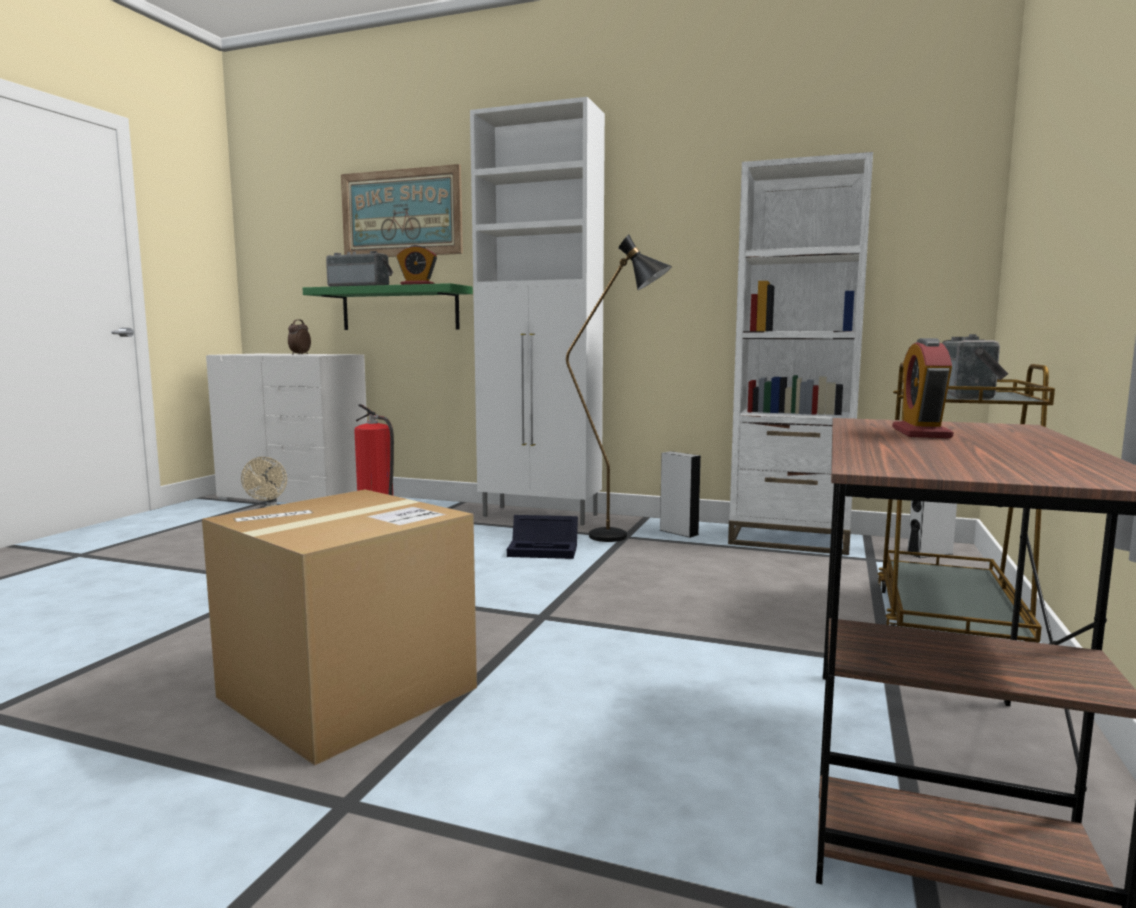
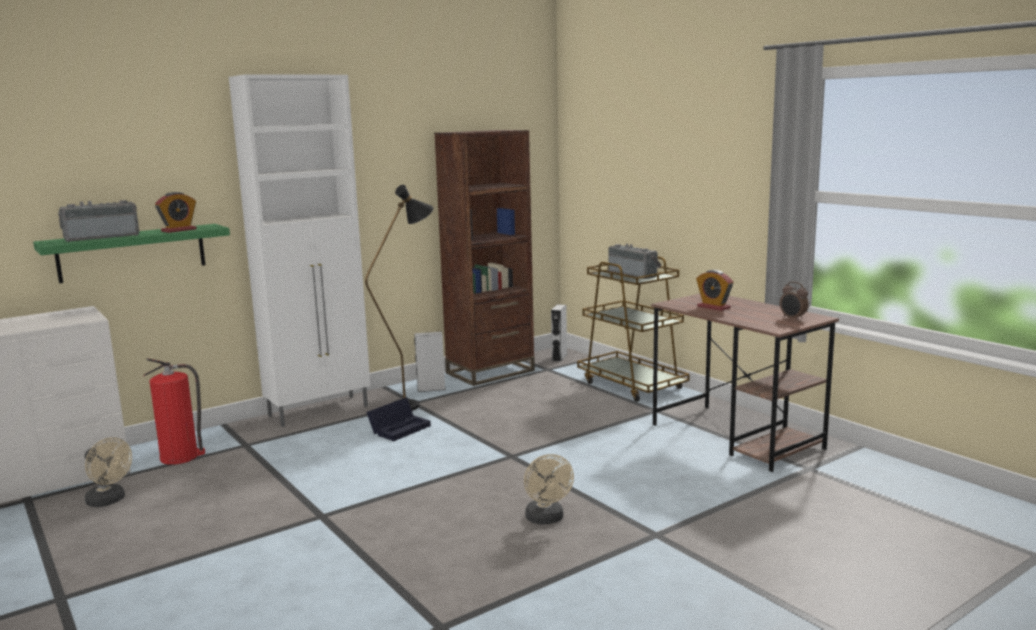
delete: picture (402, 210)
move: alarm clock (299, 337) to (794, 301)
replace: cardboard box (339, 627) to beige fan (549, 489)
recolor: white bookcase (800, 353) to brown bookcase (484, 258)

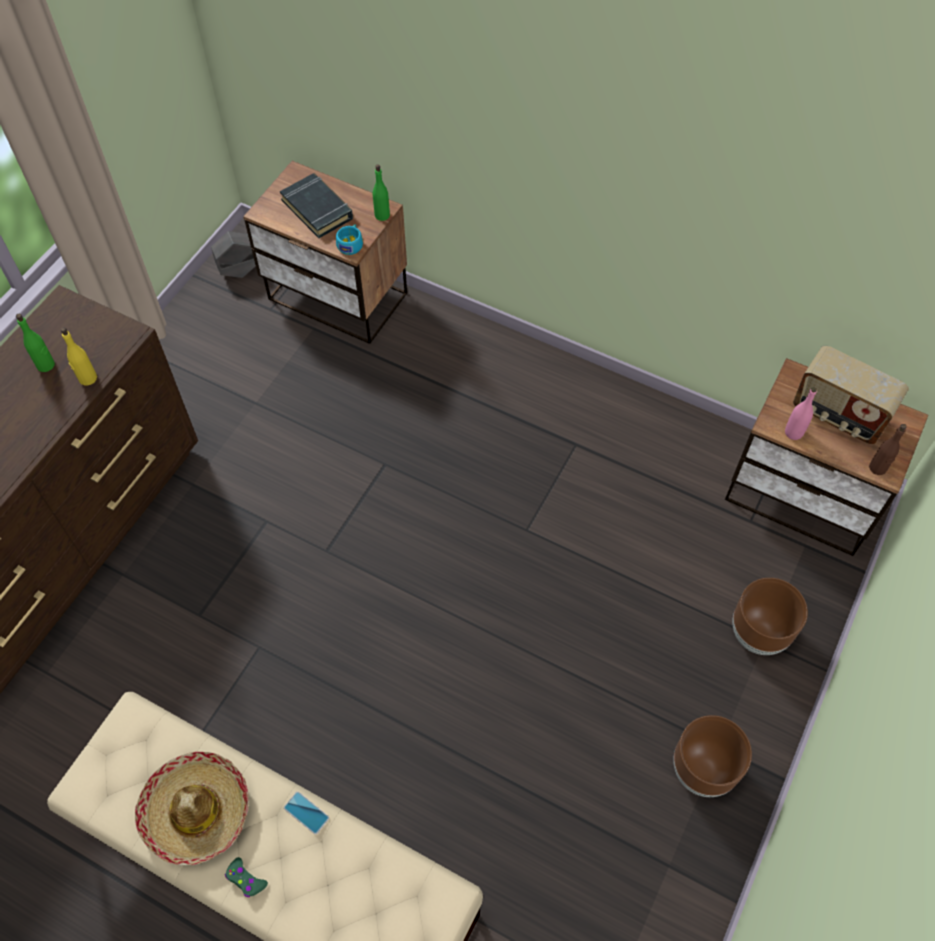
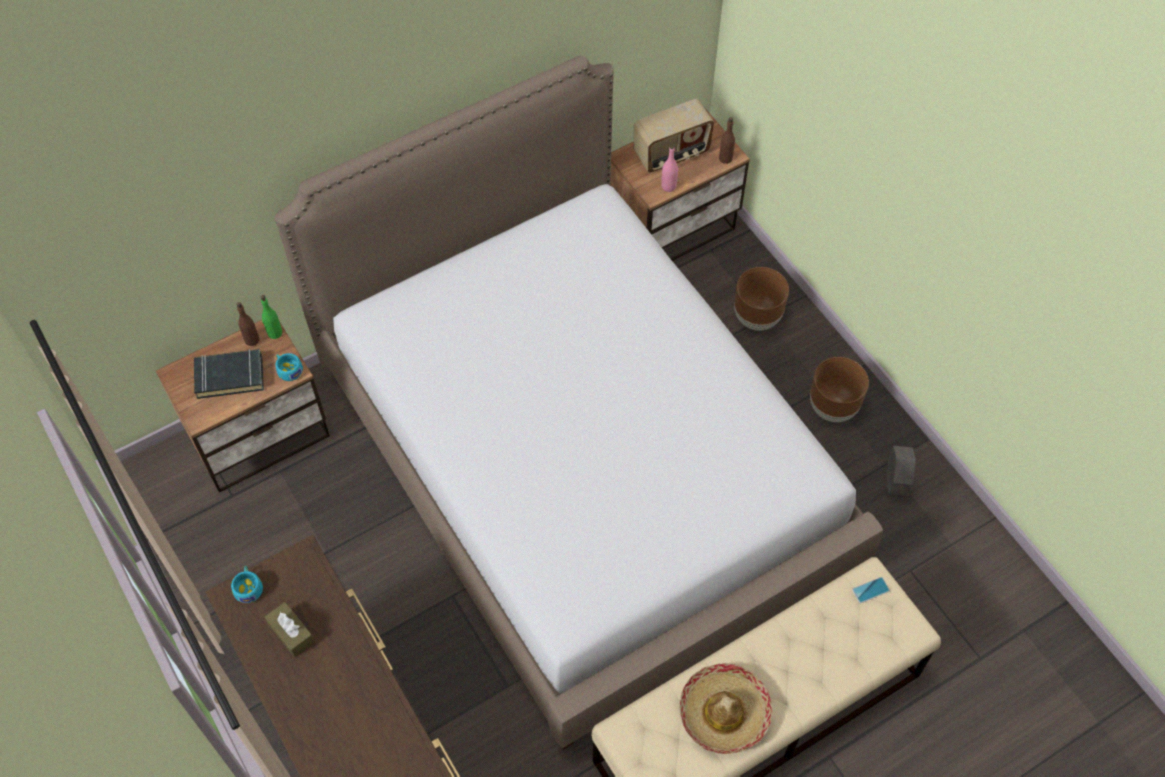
delete: yellow bottle (79, 356); green game controller (246, 877)
insert: turquoise cup (247, 584); brown bottle (248, 324); bed (579, 403)
move: phone (306, 813) to (871, 590); grey planter (233, 254) to (901, 471)
replace: green bottle (35, 343) to brown tissue box (290, 629)

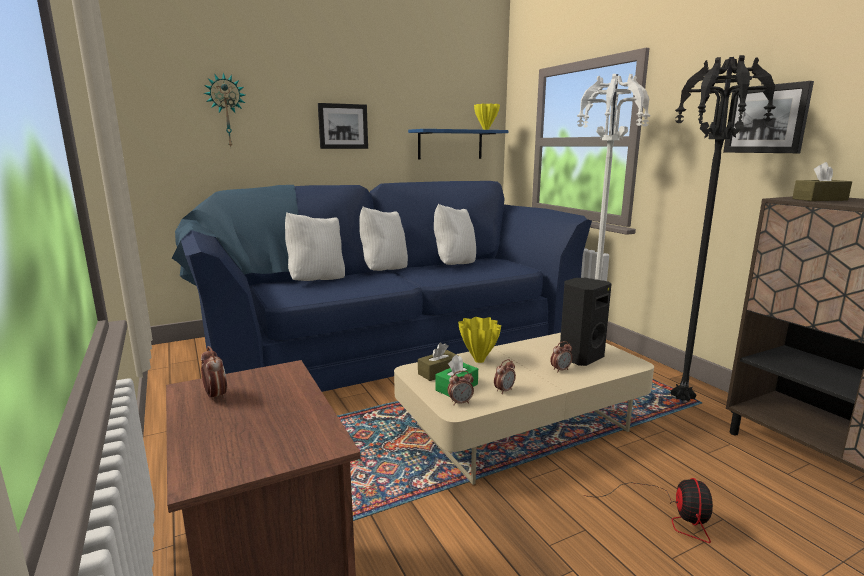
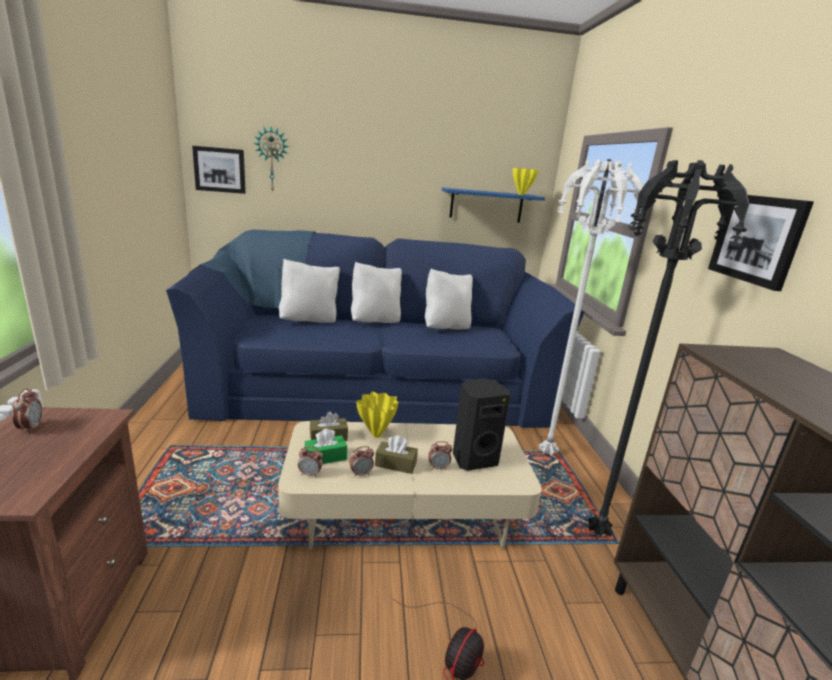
move: picture (343, 126) to (219, 170); brown tissue box (822, 181) to (396, 454)

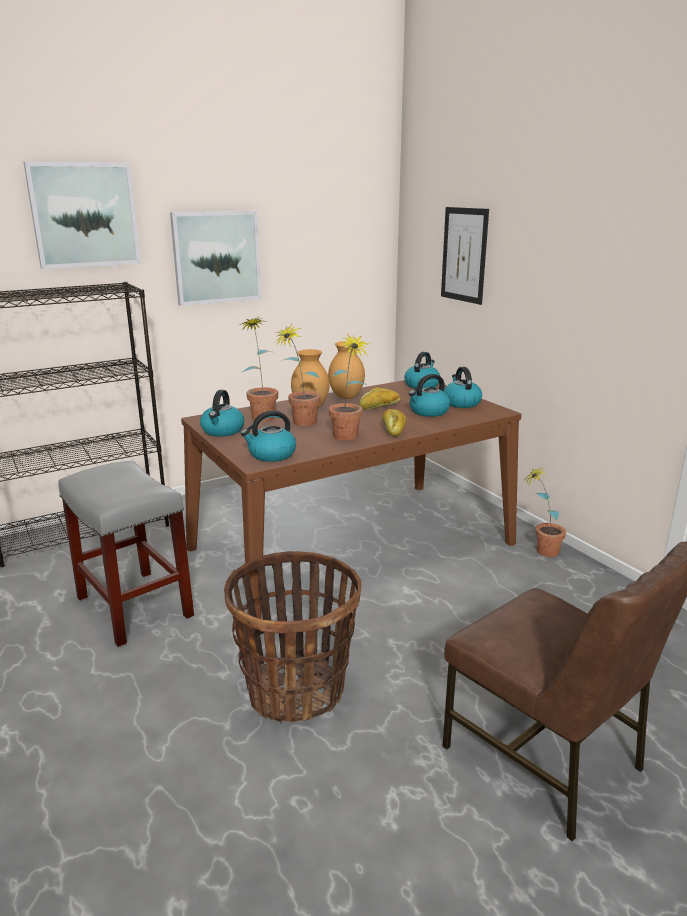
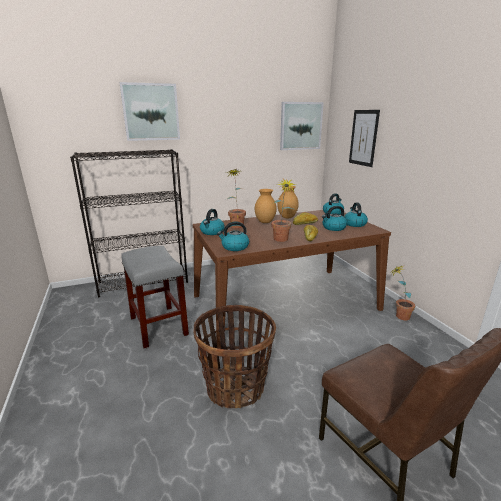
delete: potted plant (298, 375)
move: picture (215, 258) to (302, 126)

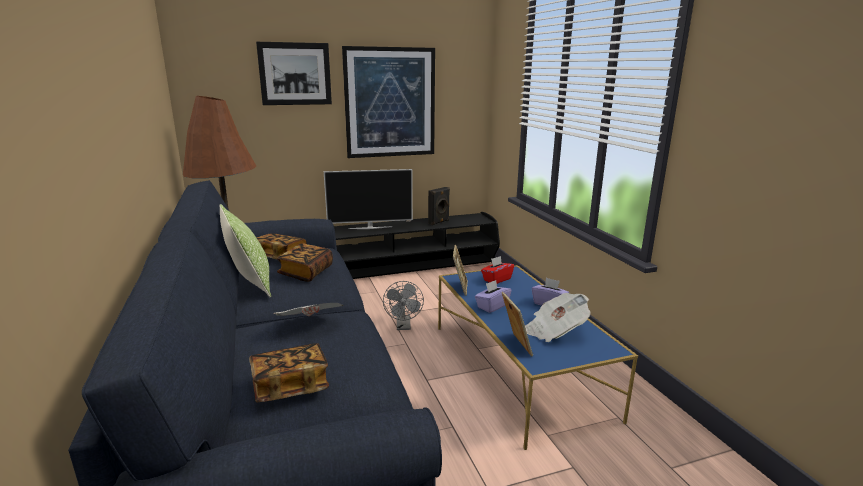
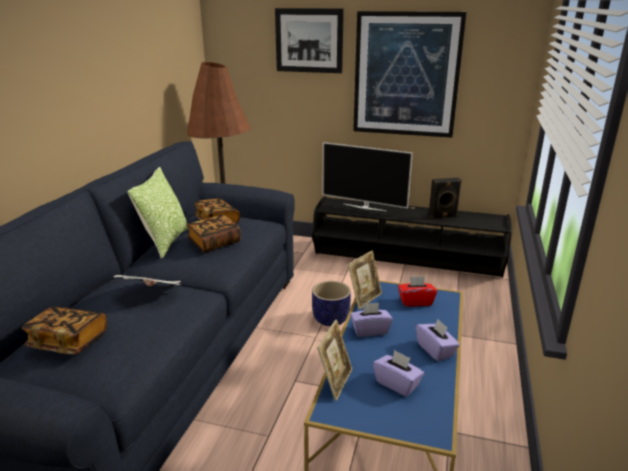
replace: grey fan (403, 305) to planter (331, 303); newspaper (558, 317) to purple tissue box (398, 373)

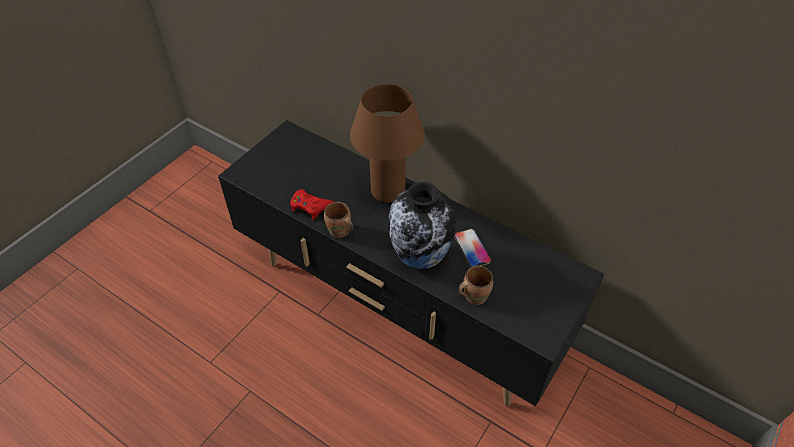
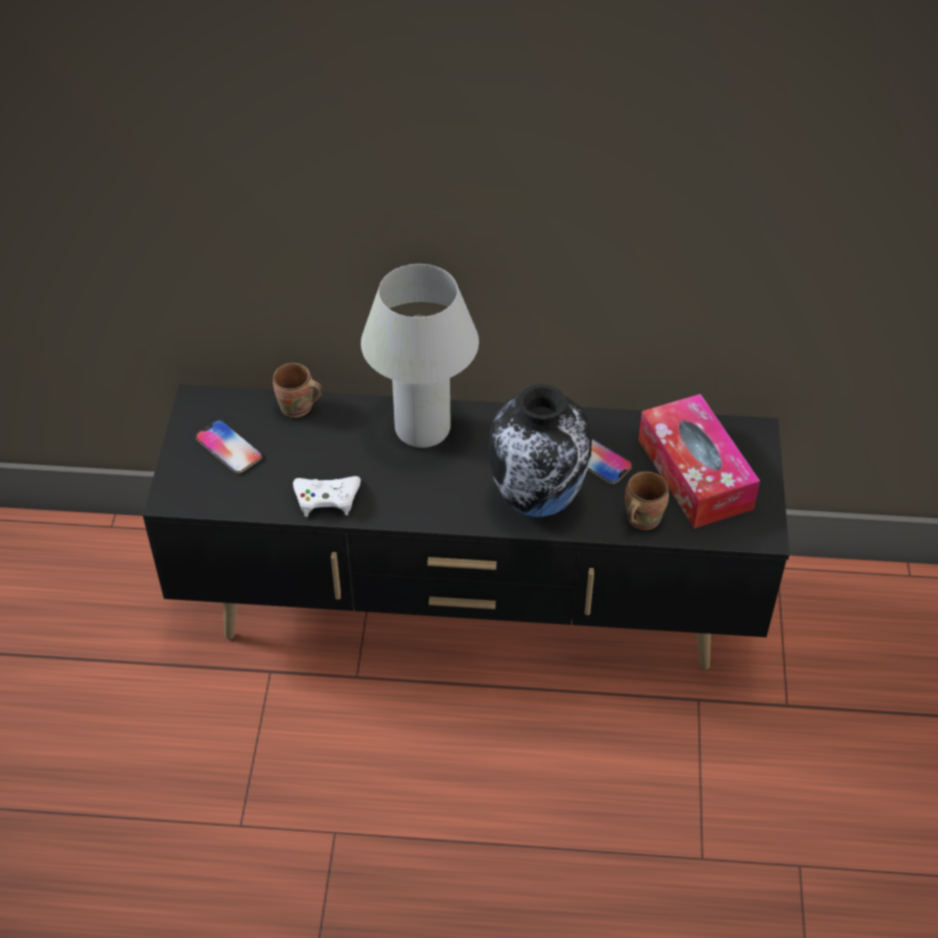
insert: phone (228, 446); tissue box (699, 461)
move: brown mug (338, 220) to (298, 390)
recolor: red game controller (312, 204) to white game controller (327, 496); brown table lamp (387, 143) to white table lamp (420, 356)

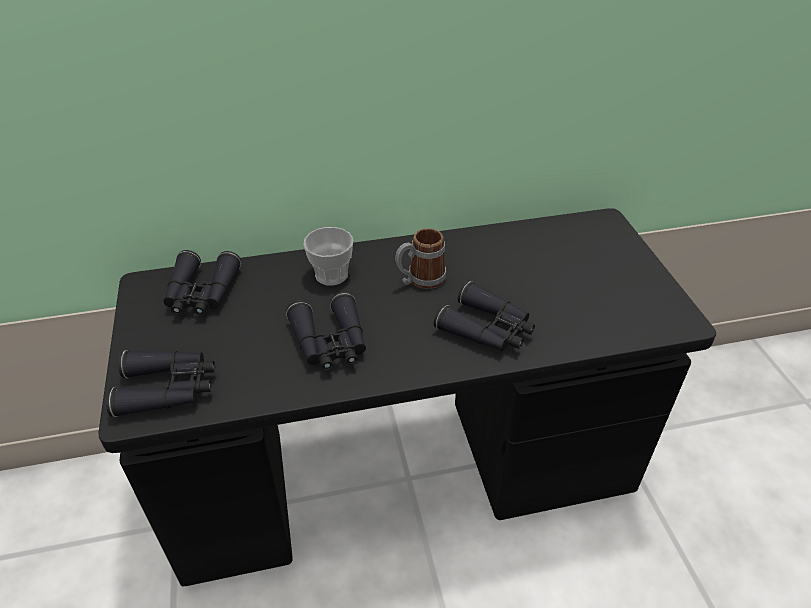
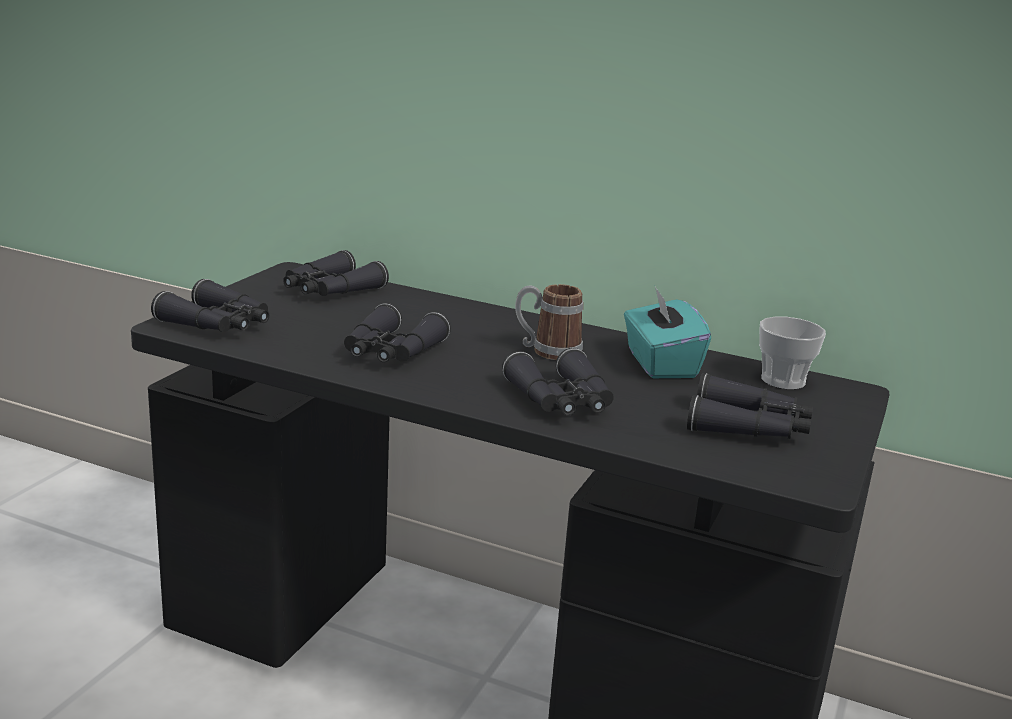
insert: turquoise tissue box (667, 332); black binoculars (750, 406)
move: cup (328, 256) to (792, 353)

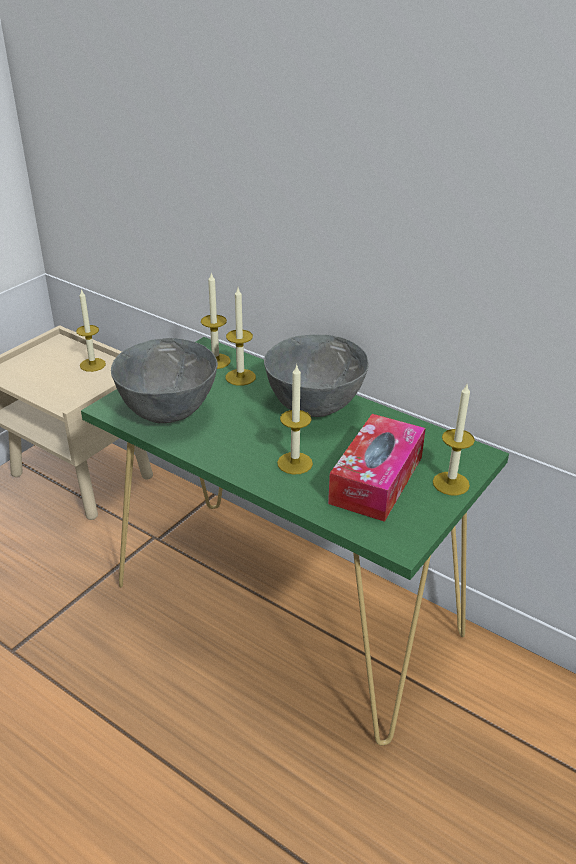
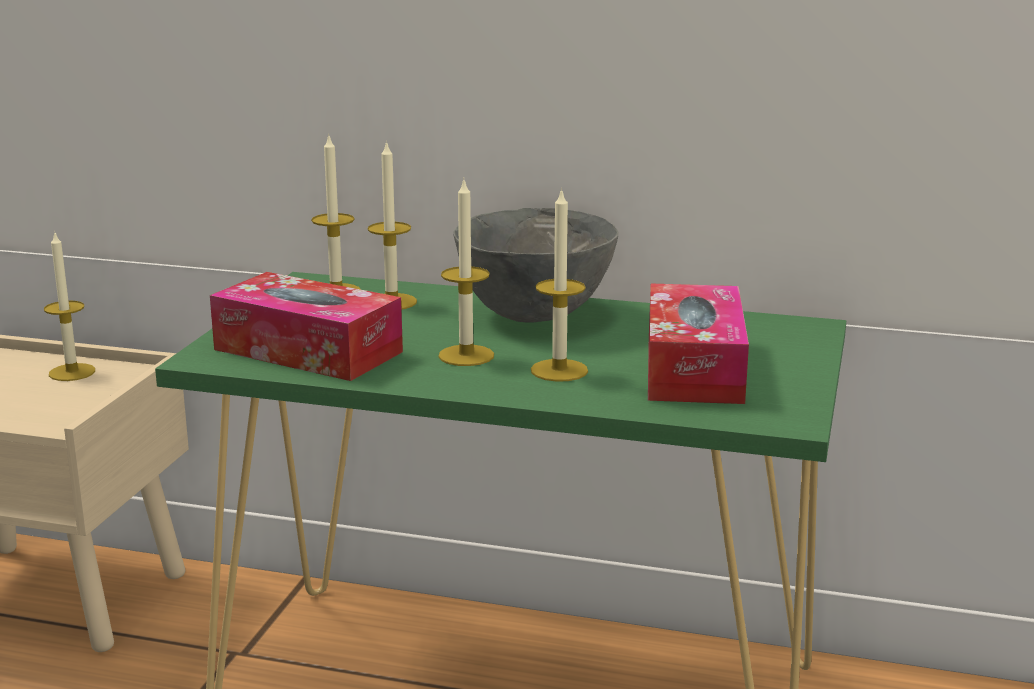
move: candle (454, 439) to (466, 271)
replace: grey bowl (164, 380) to tissue box (306, 326)

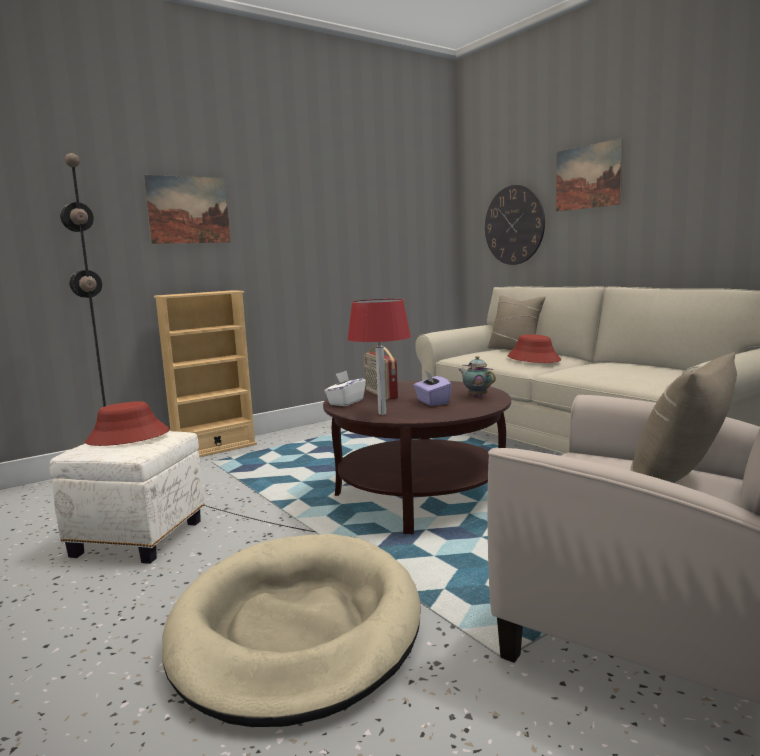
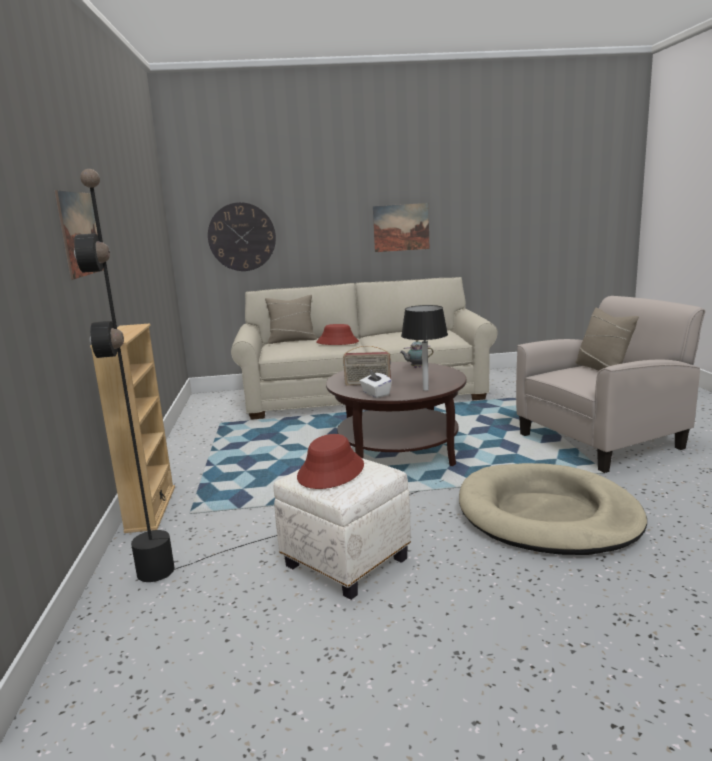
delete: purple tissue box (433, 388)
move: picture (589, 175) to (401, 227)
recolor: red table lamp (379, 357) to black table lamp (424, 348)

